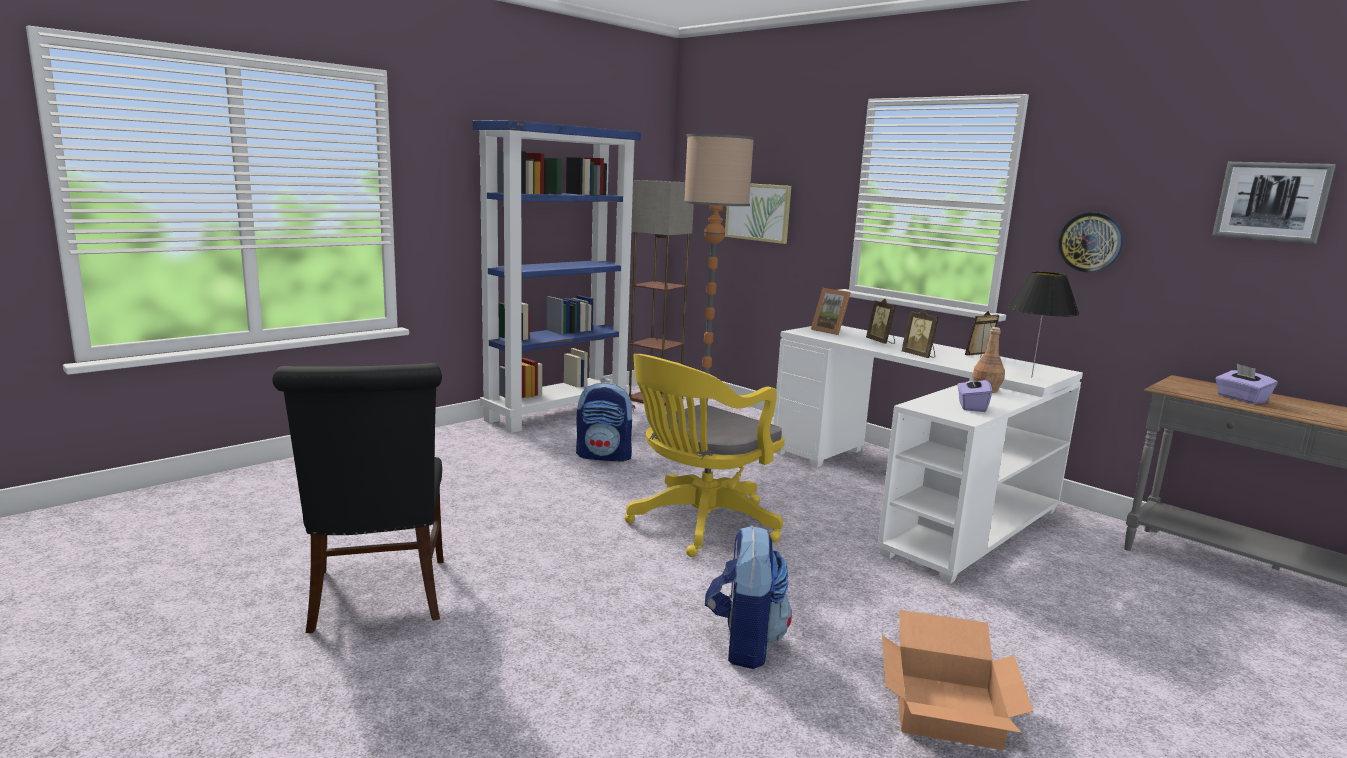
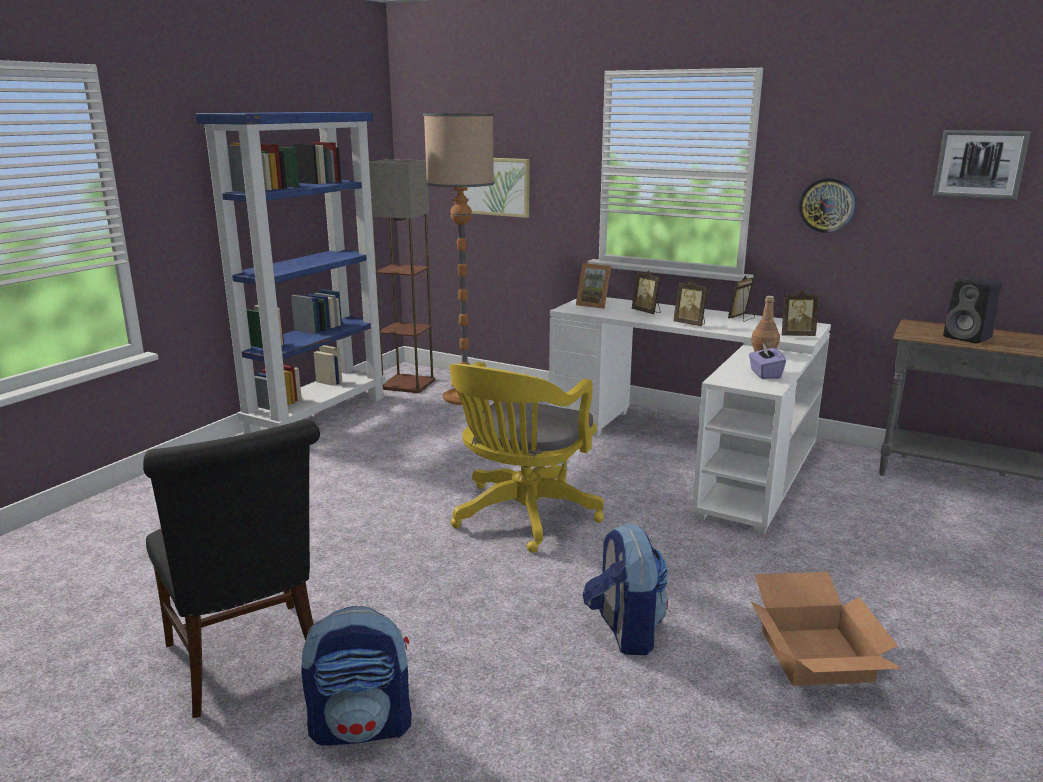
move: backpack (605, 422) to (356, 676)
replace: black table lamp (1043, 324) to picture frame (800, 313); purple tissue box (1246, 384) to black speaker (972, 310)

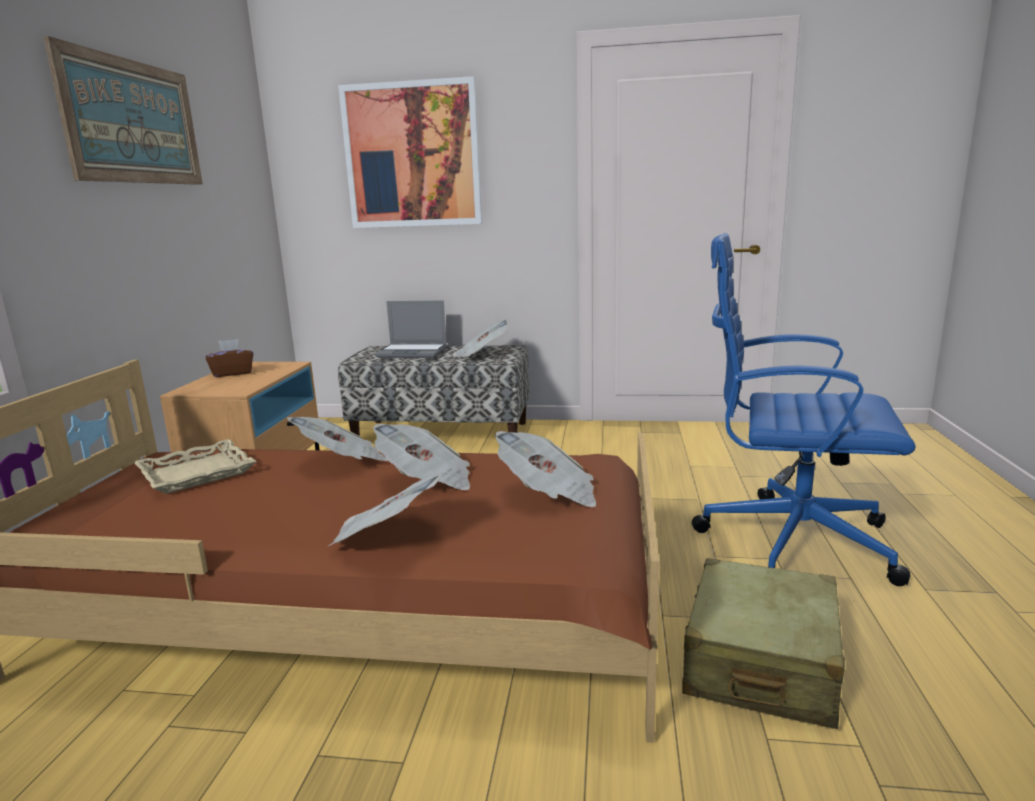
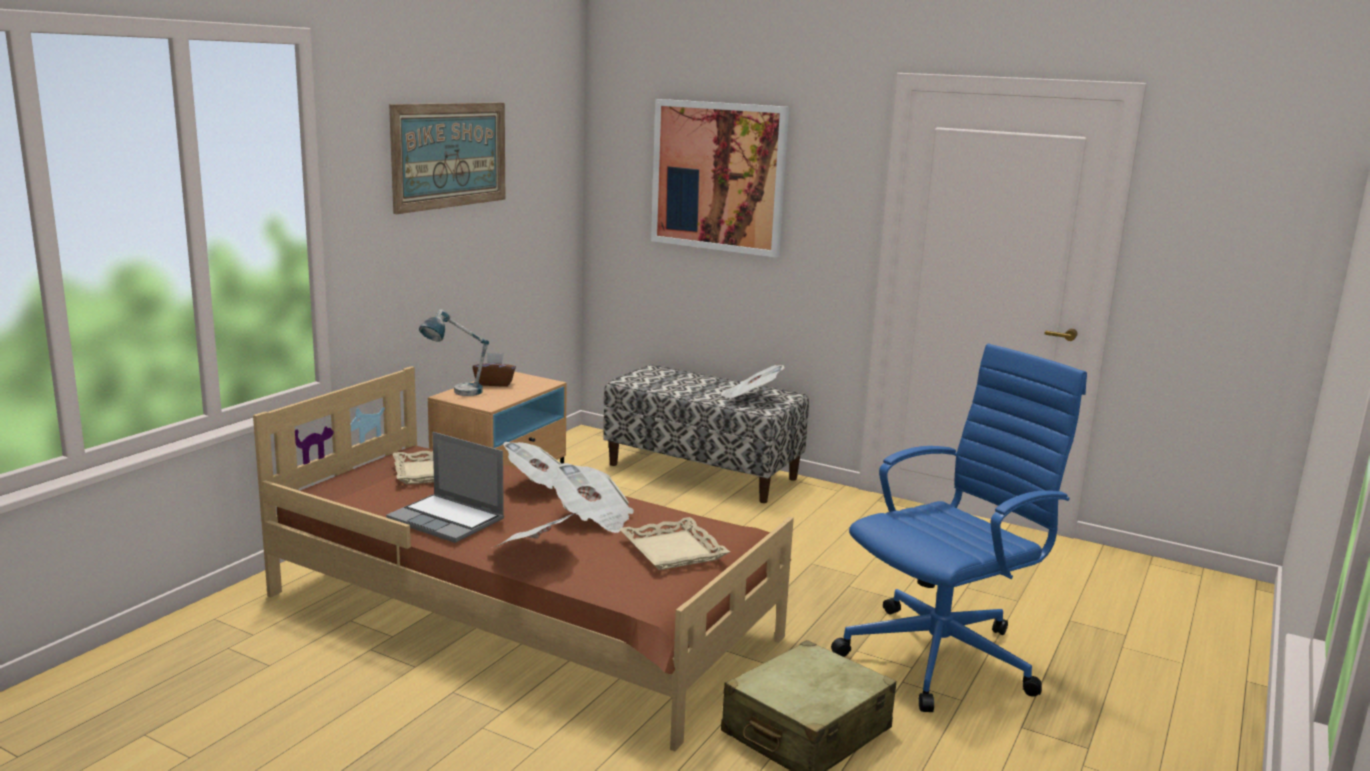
insert: table lamp (454, 352)
move: laptop (411, 329) to (445, 487)
replace: newspaper (545, 469) to beige tray (675, 543)
rotate: blue office chair (804, 409) = (959, 528) 105 degrees clockwise

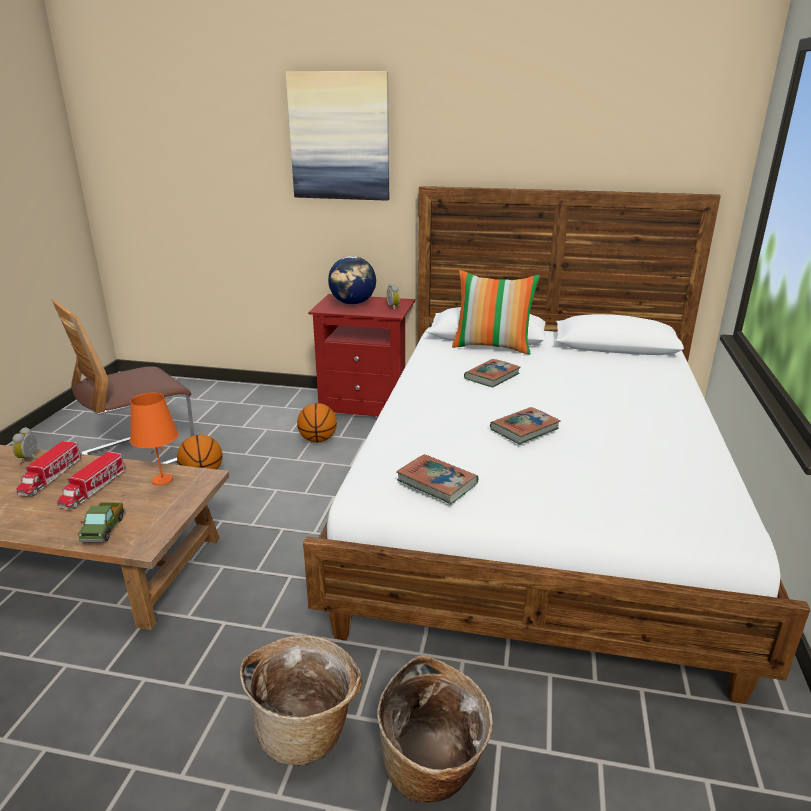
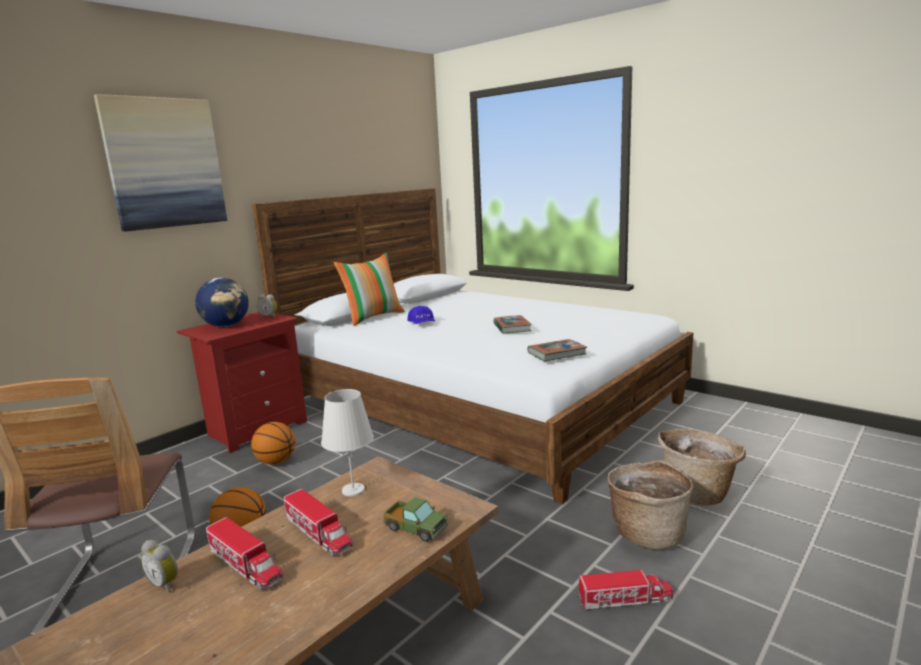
insert: toy truck (624, 589)
replace: book (492, 373) to blue cap (421, 315)
recolor: orange table lamp (154, 439) to white table lamp (347, 443)

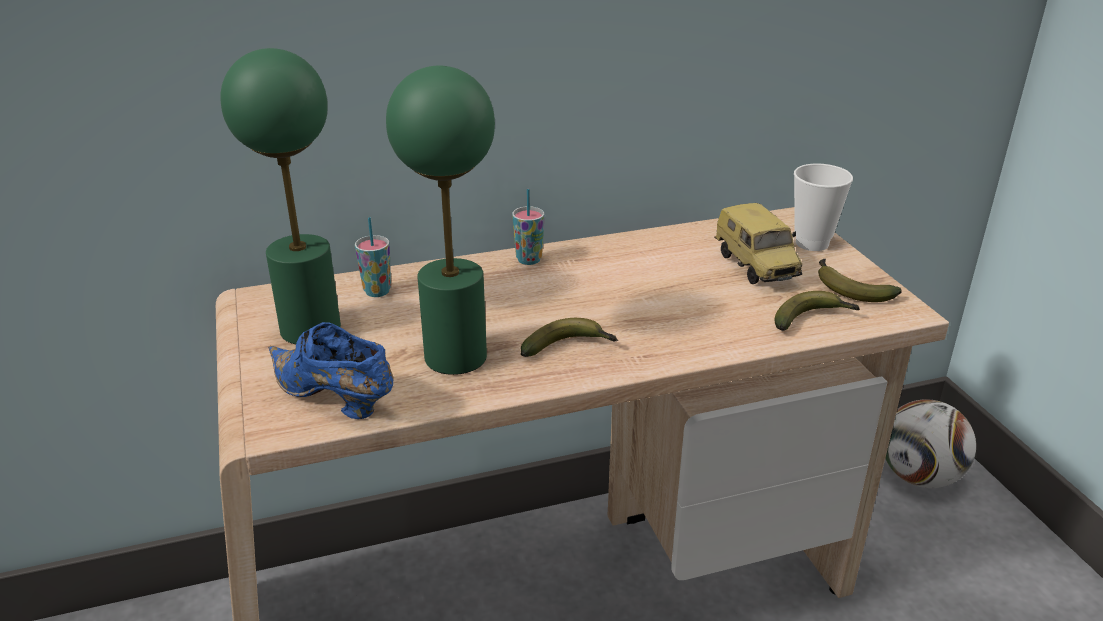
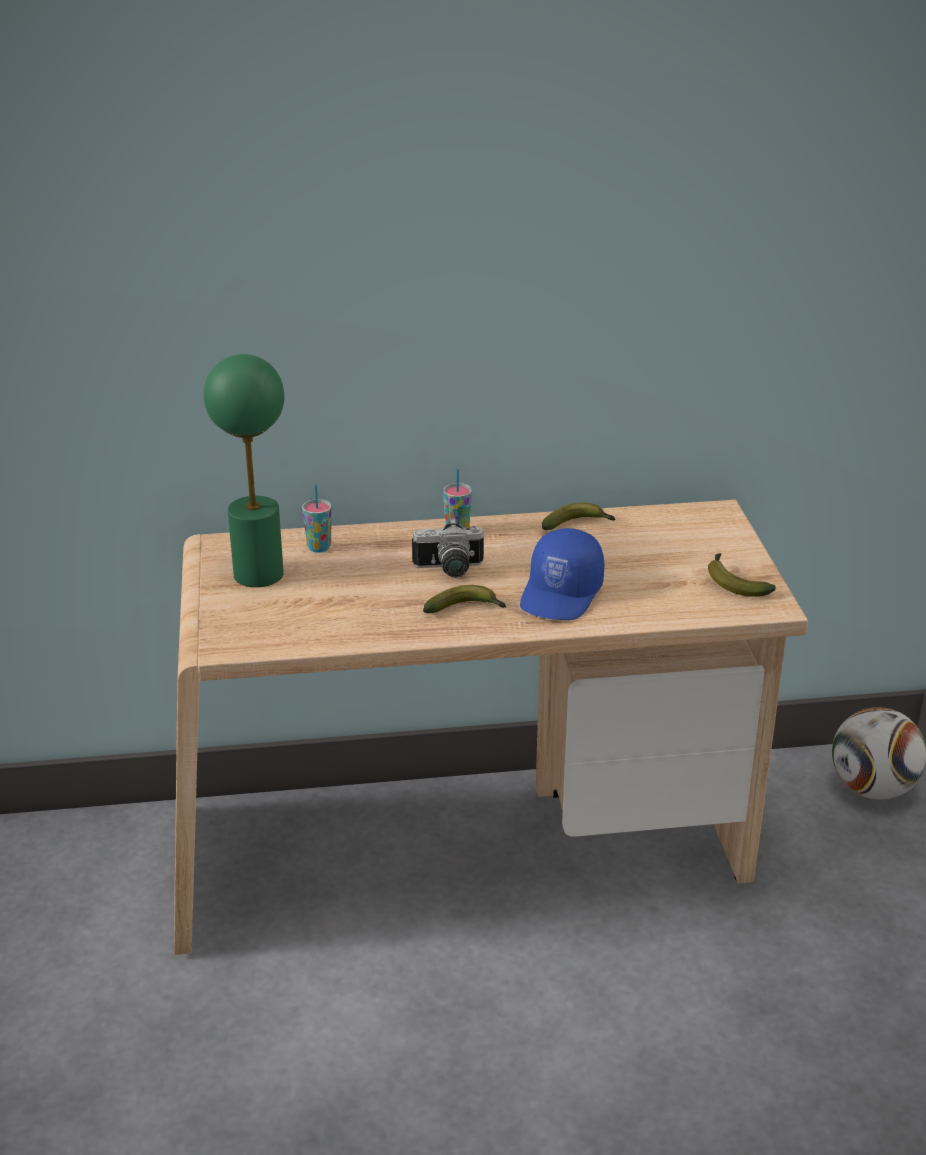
delete: blue shoe (331, 370); green table lamp (440, 220); toy car (758, 243); cup (823, 207)
insert: photo camera (448, 548); blue cap (562, 574)
move: banana (817, 311) to (579, 516)

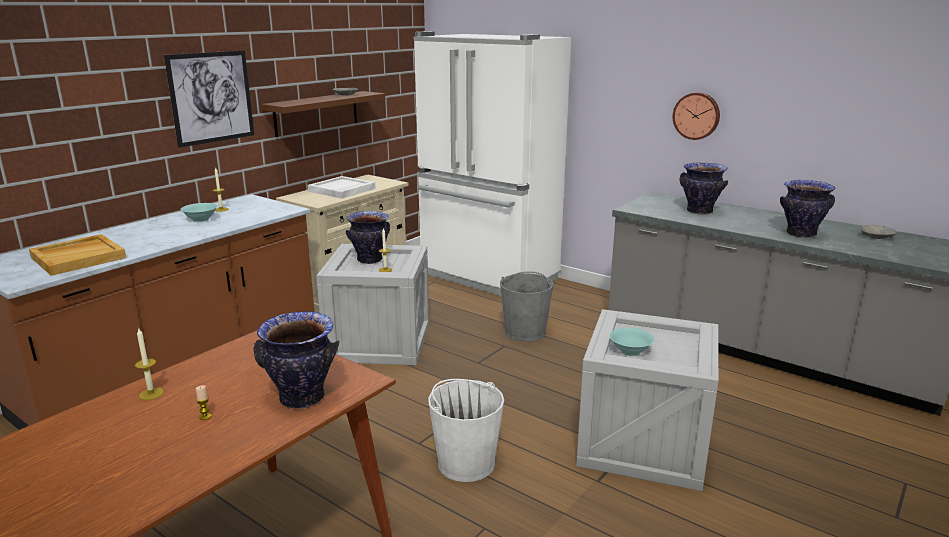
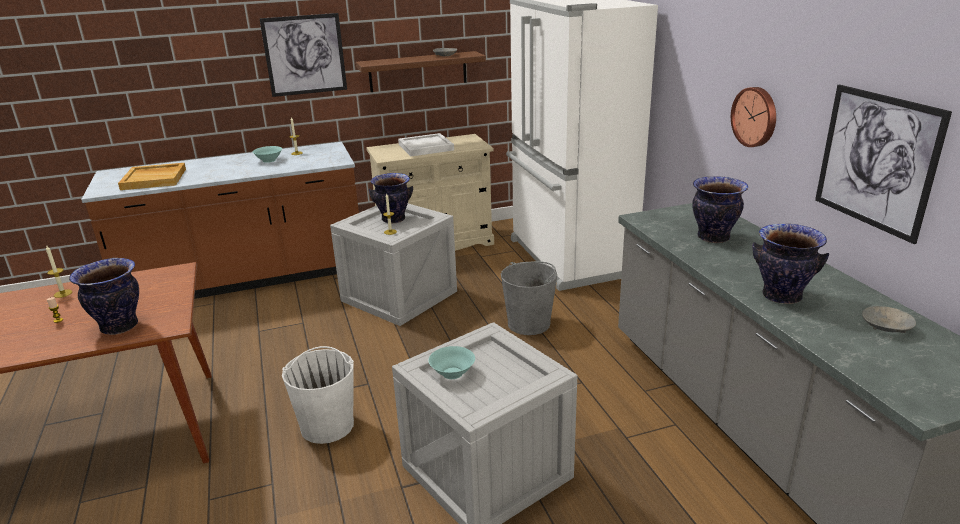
insert: picture (883, 164)

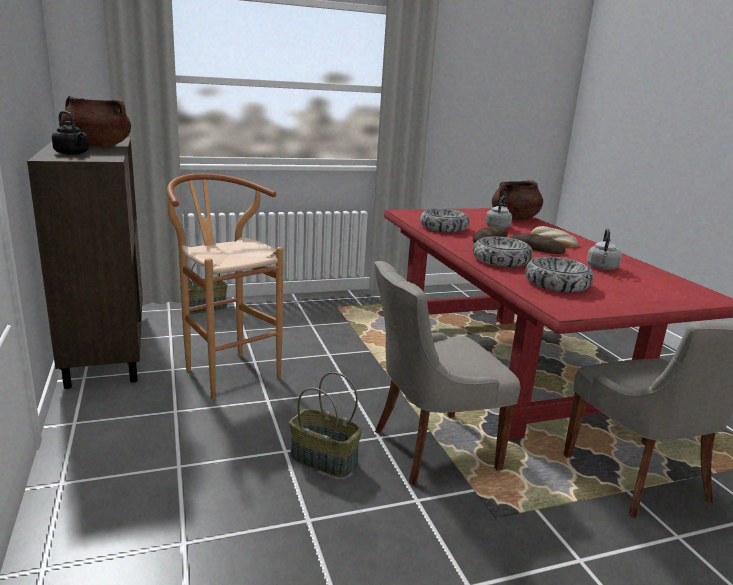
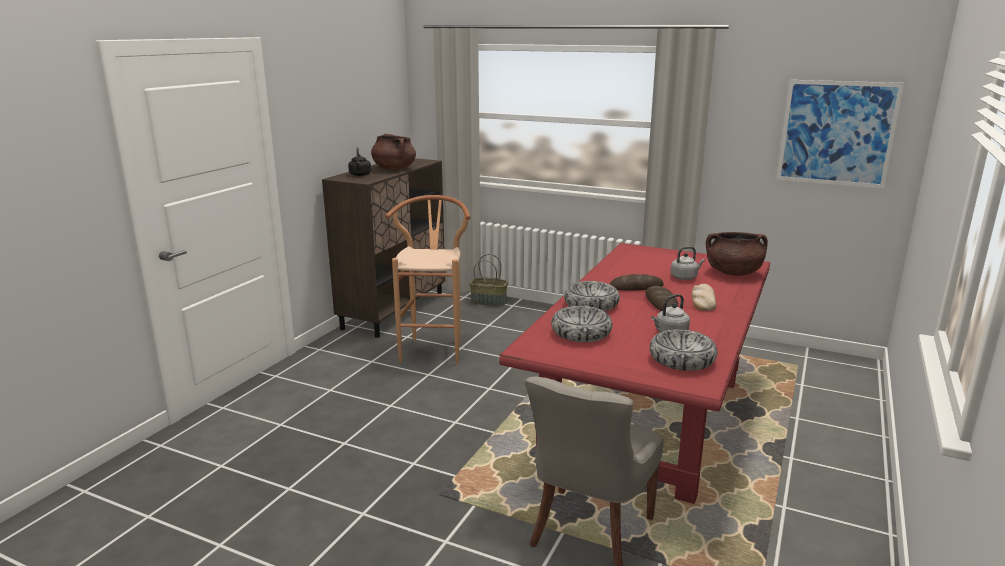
delete: basket (325, 425); grey chair (447, 373)
insert: picture (840, 134)
move: bowl (444, 220) to (683, 350)

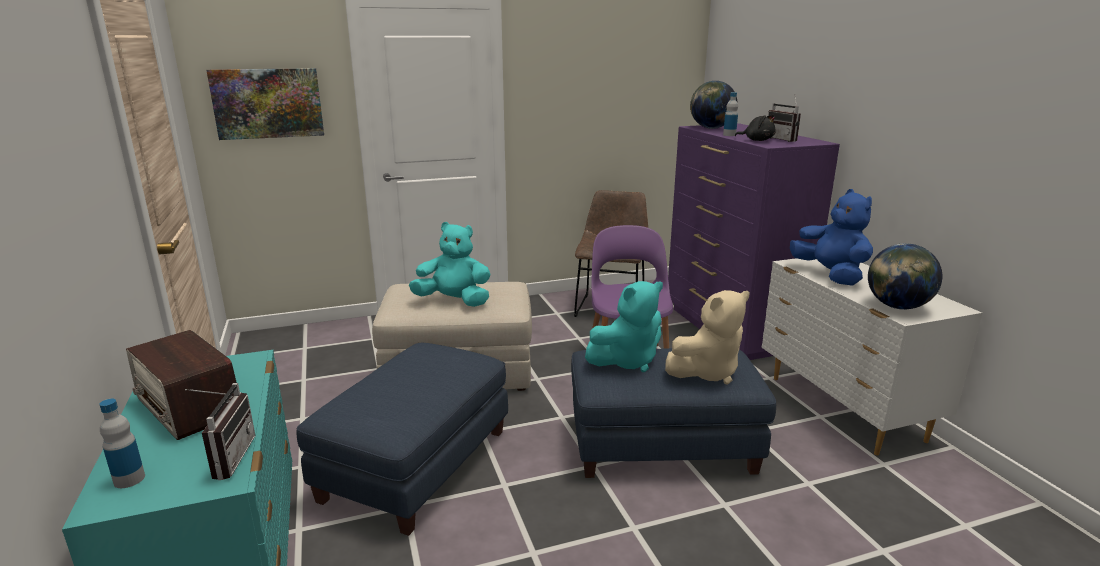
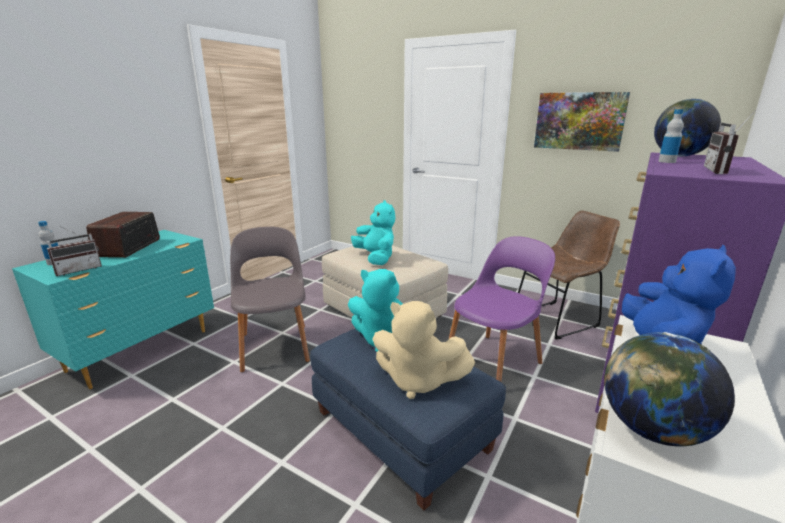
delete: black plush toy (755, 127)
move: picture (265, 104) to (582, 122)
replace: blue ottoman (402, 439) to grey chair (270, 299)

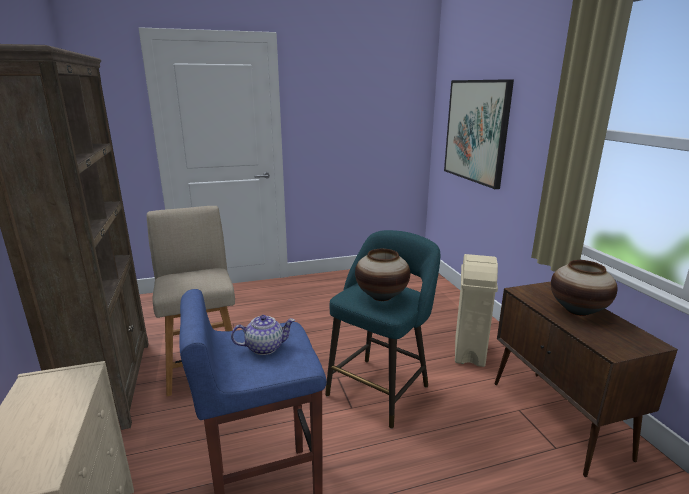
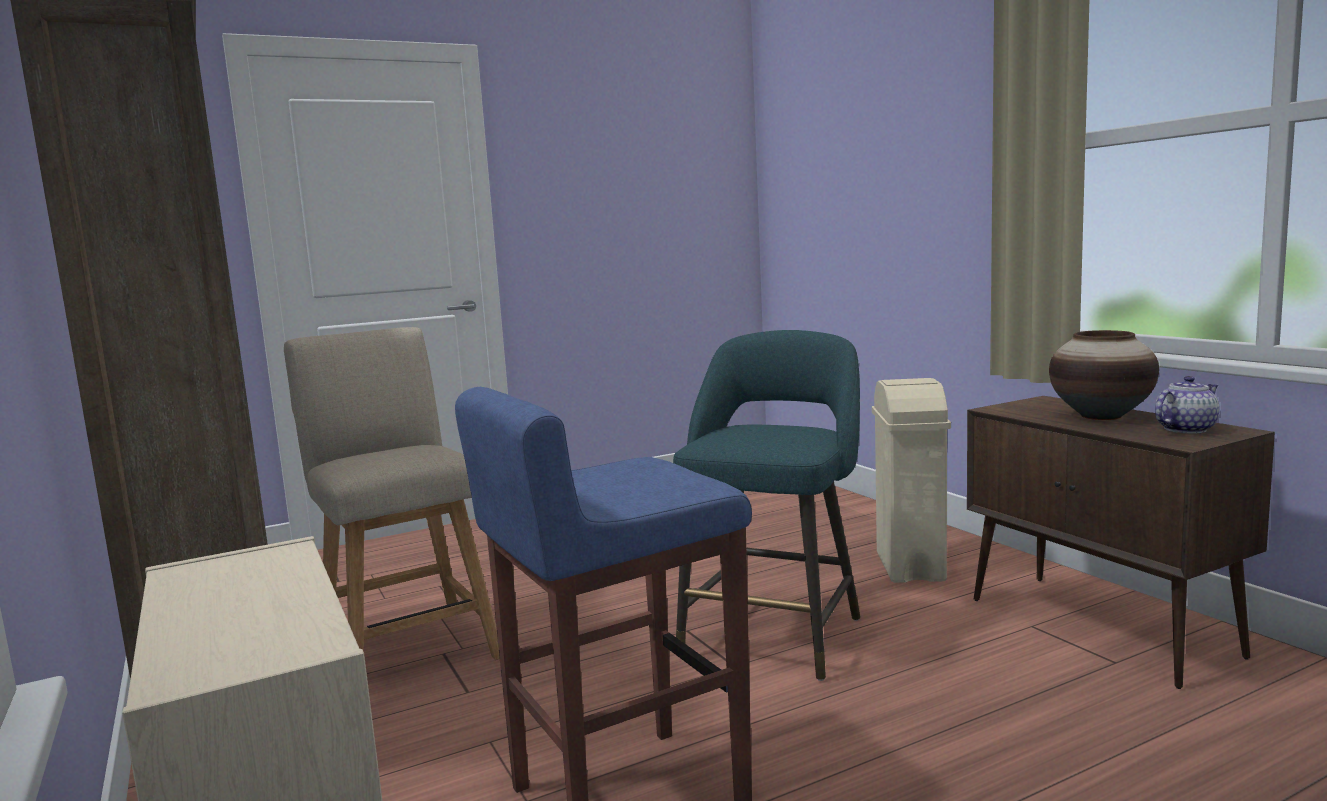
delete: vase (382, 275); picture (479, 134)
move: teapot (263, 335) to (1187, 405)

